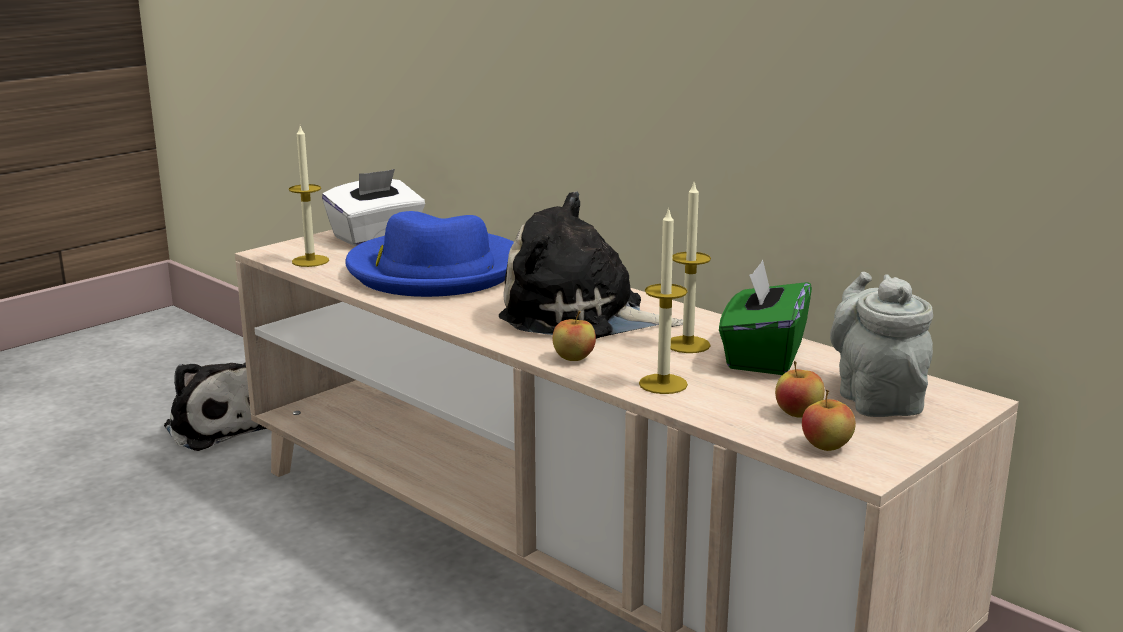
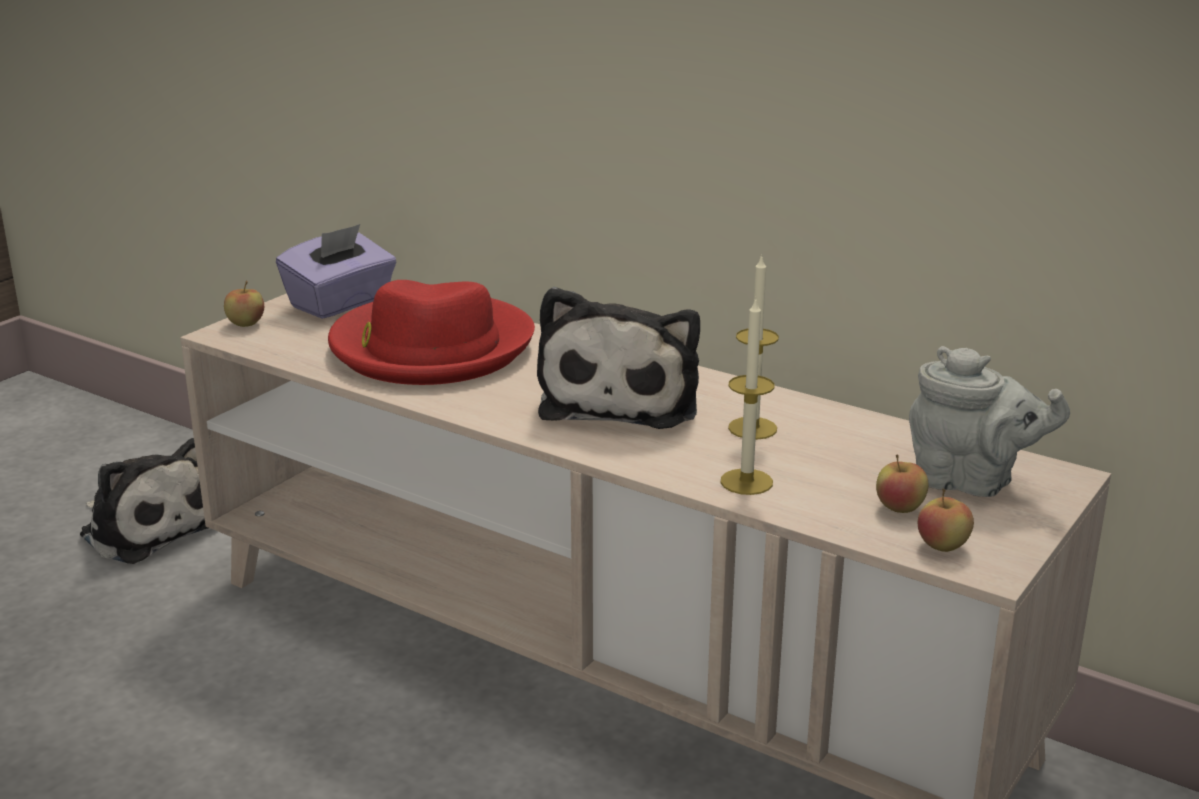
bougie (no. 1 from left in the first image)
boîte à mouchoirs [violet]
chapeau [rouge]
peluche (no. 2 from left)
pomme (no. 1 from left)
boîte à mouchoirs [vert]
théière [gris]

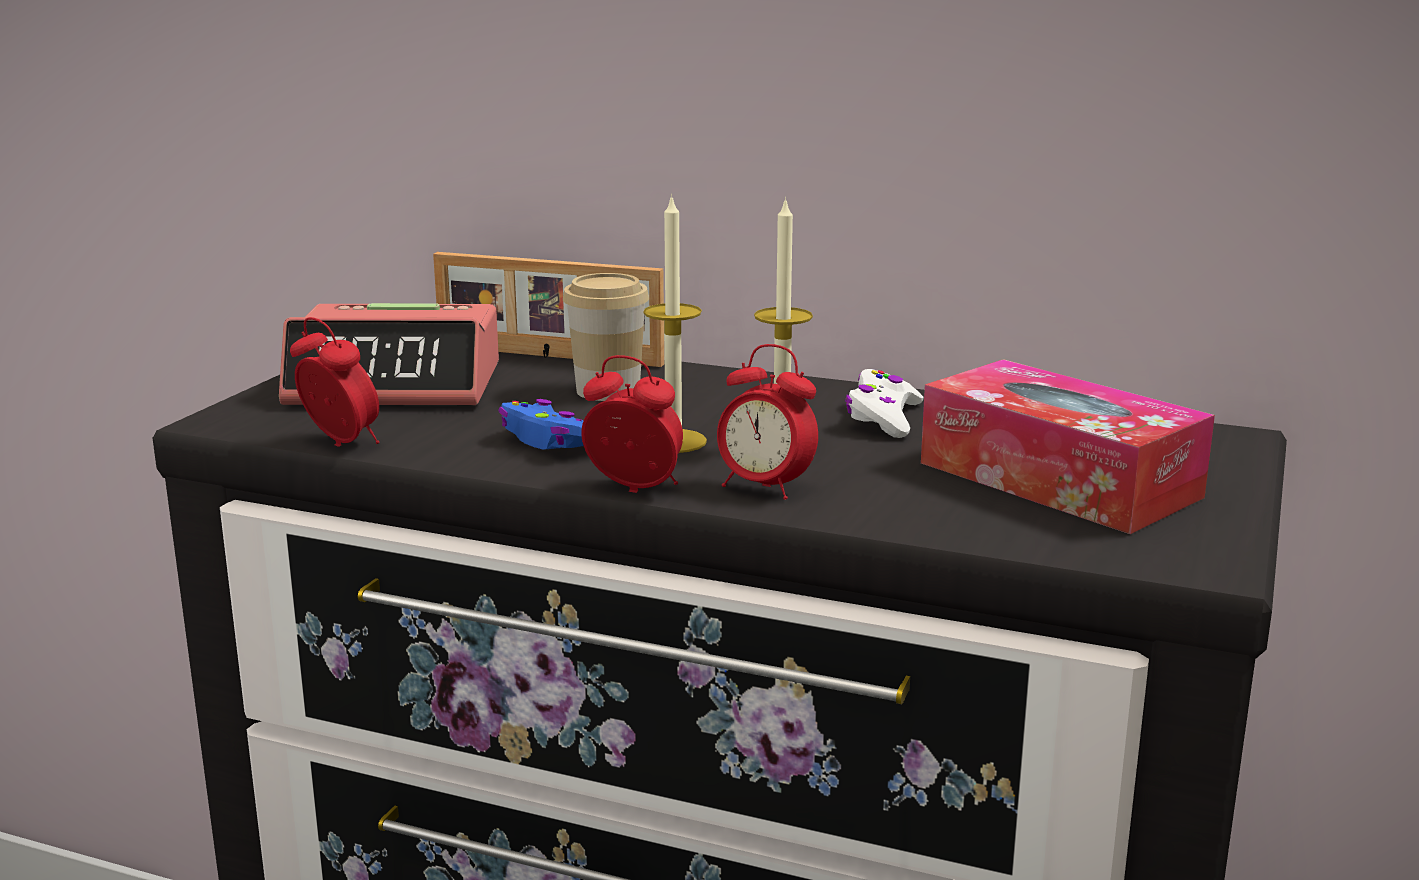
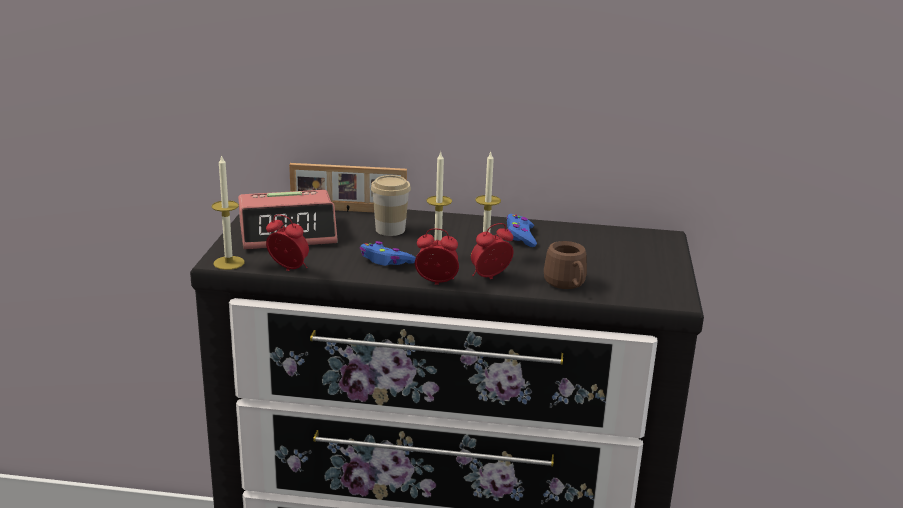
réveil (no. 4 from left)
manette [bleu] (no. 2 from left)
boîte à mouchoirs
bougie (no. 1 from left)
mug [marron]

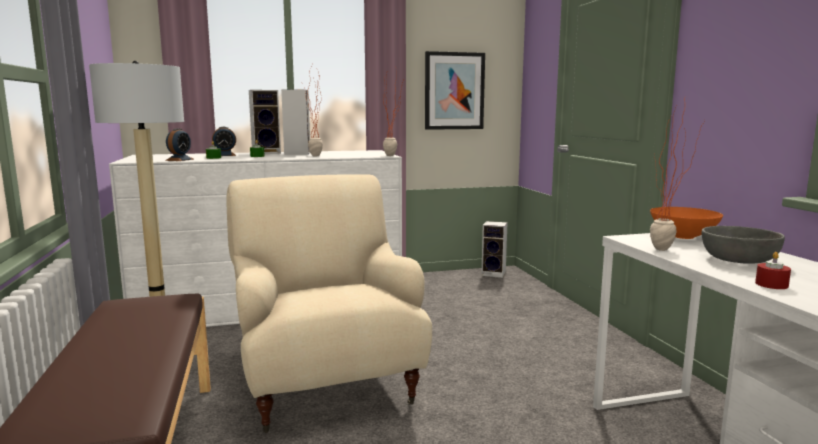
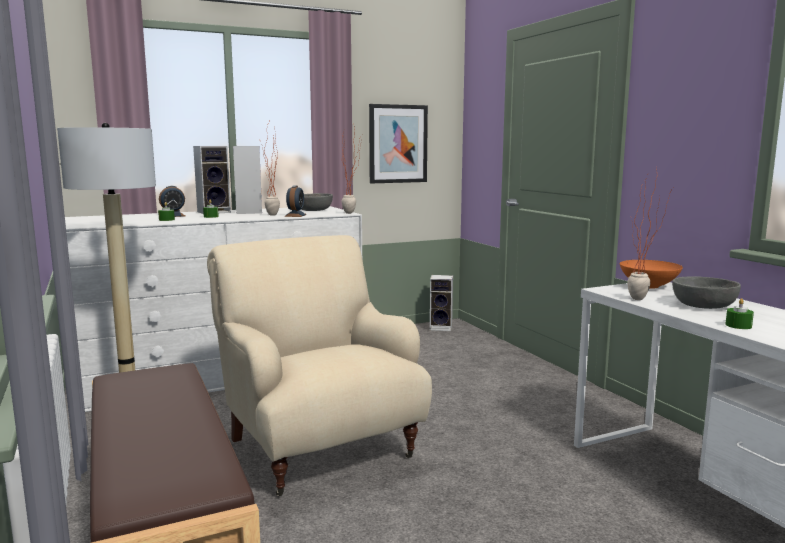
réveil (no. 2 from left)
bougie [vert] (no. 3 from left)
bol [gris] (no. 1 from left)

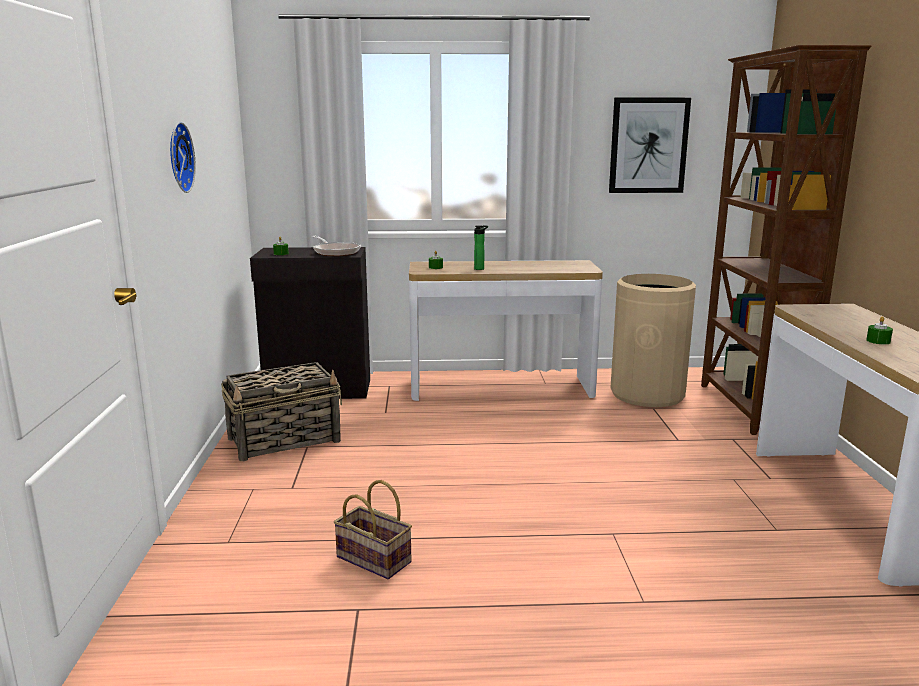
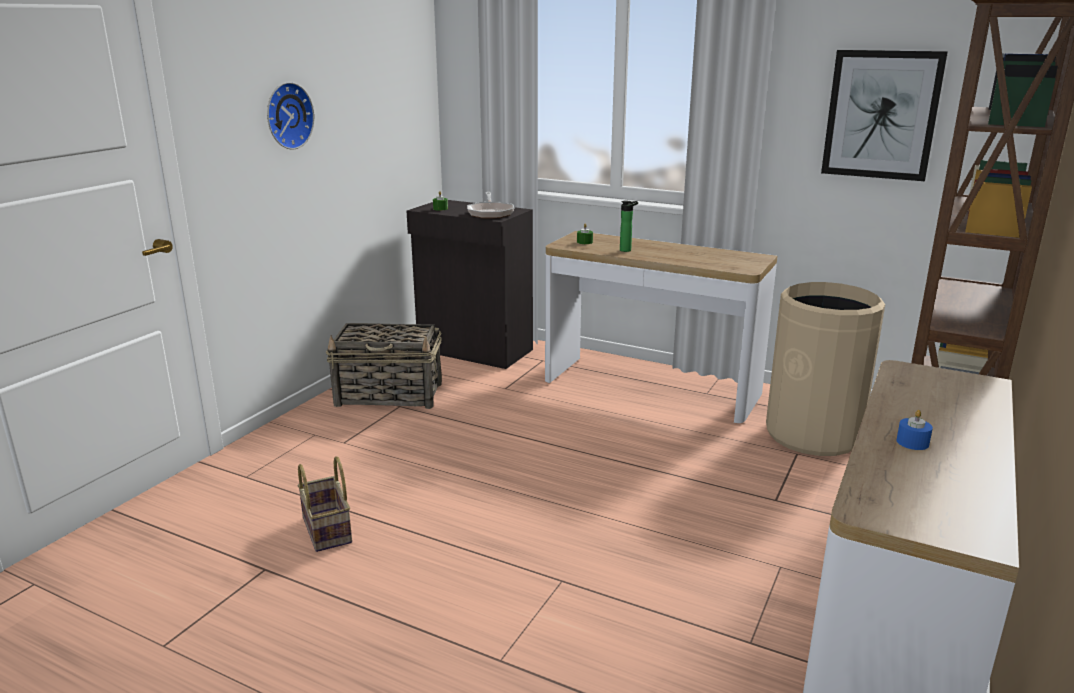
bougie [bleu]

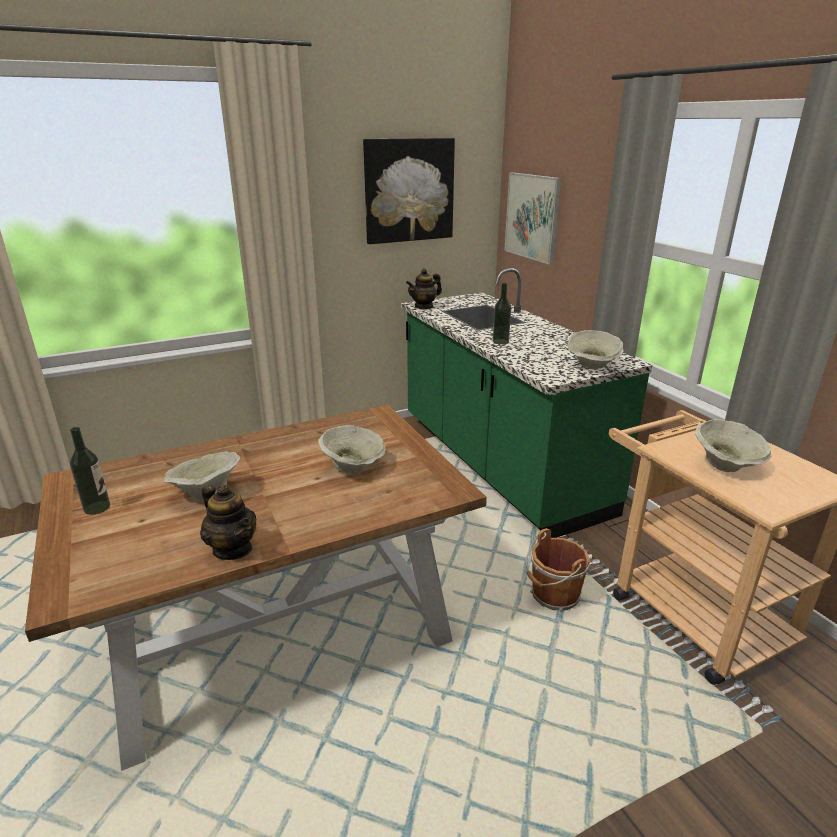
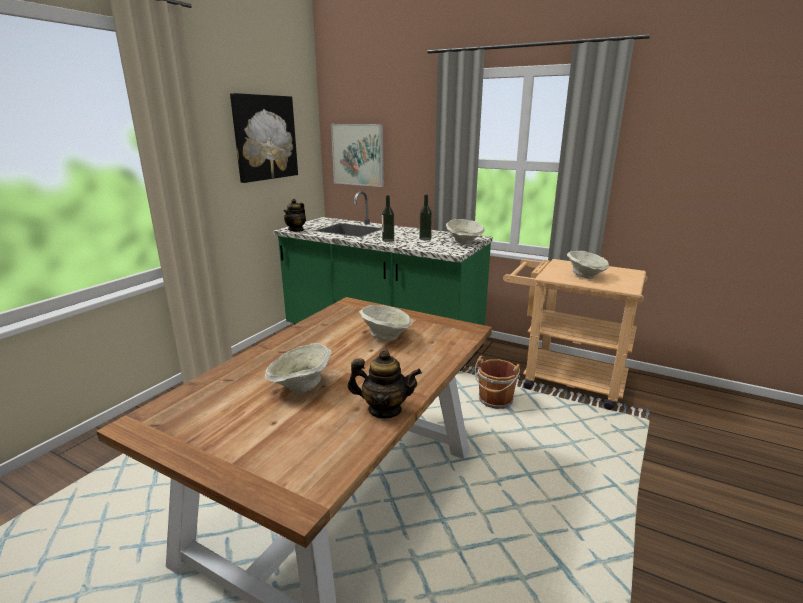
bouteille (no. 2 from left)

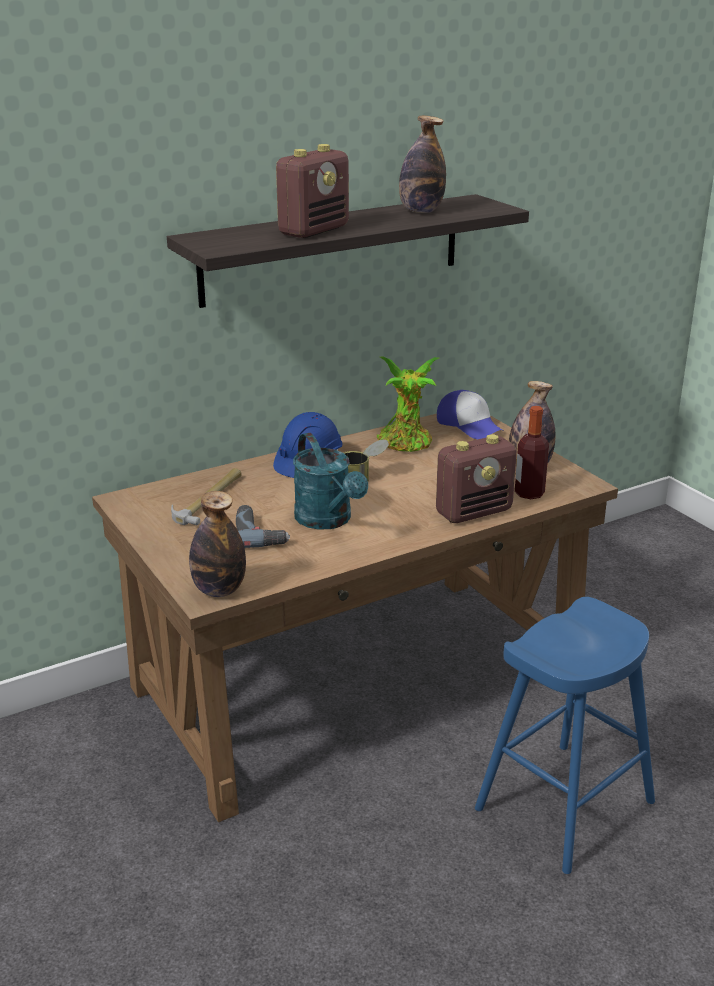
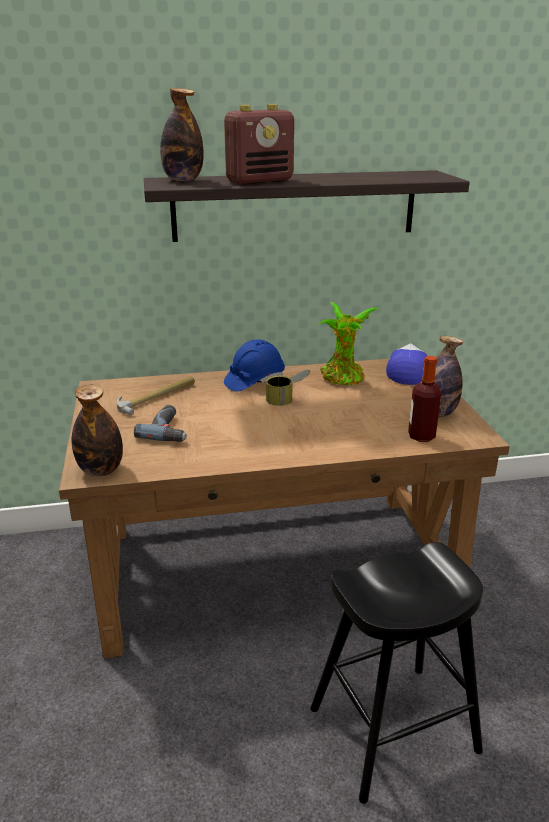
arrosoir [turquoise]
bouteille (no. 2 from left)
radio (no. 2 from left in the first image)
casquette
tabouret [noir]

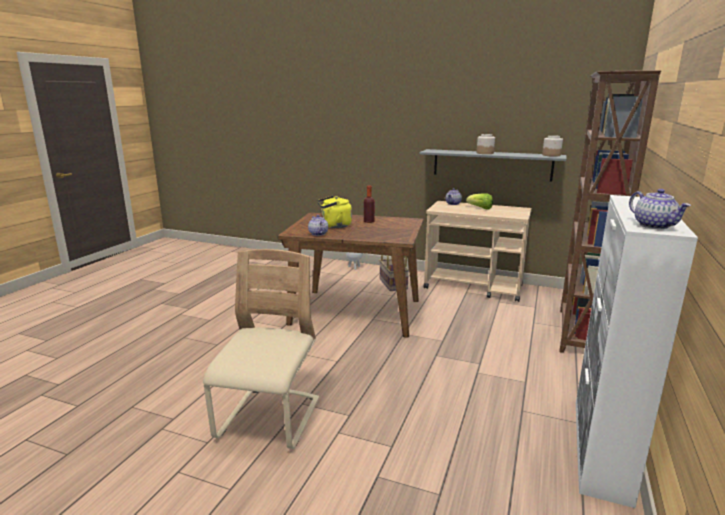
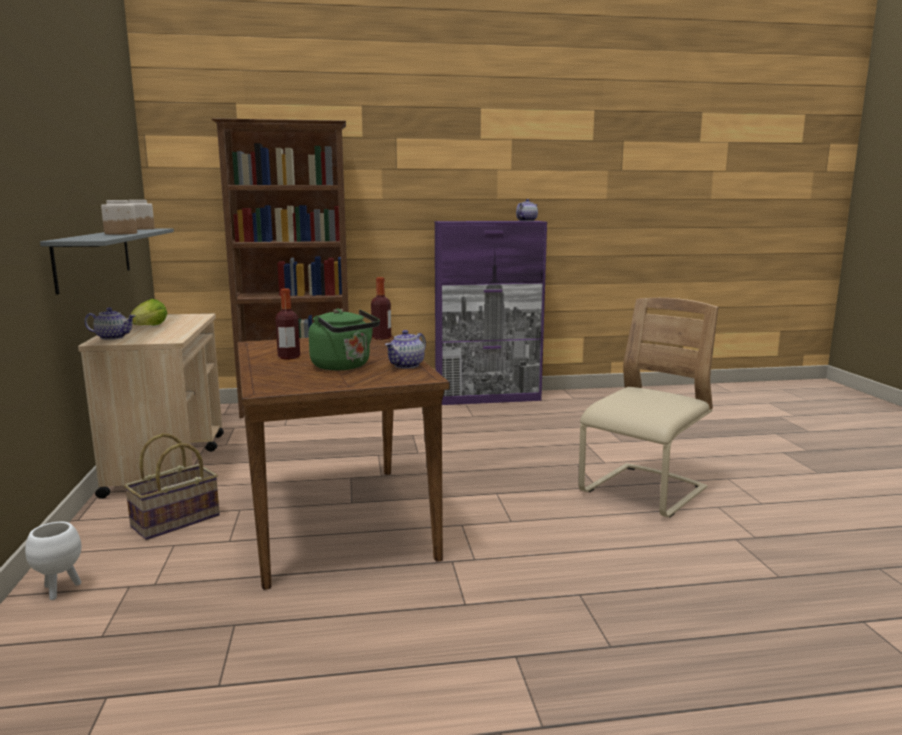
chaise [beige]
bouilloire [vert]
meuble de rangement [violet]
bouteille (no. 2 from left)

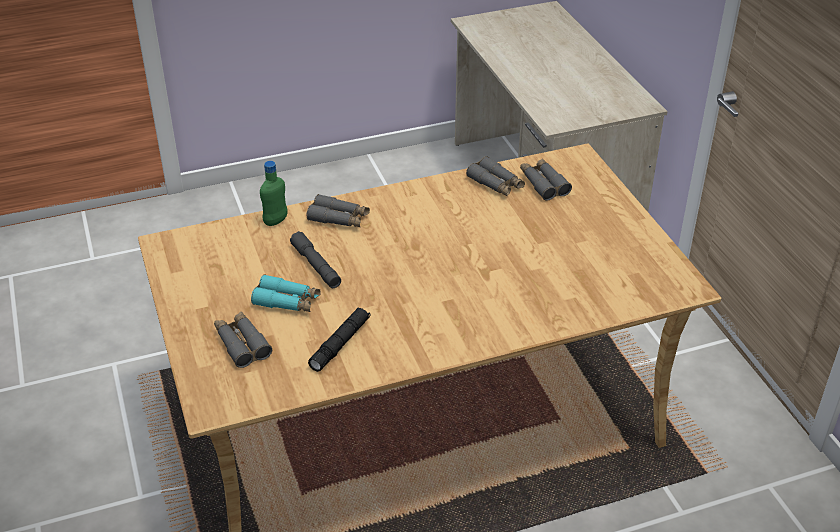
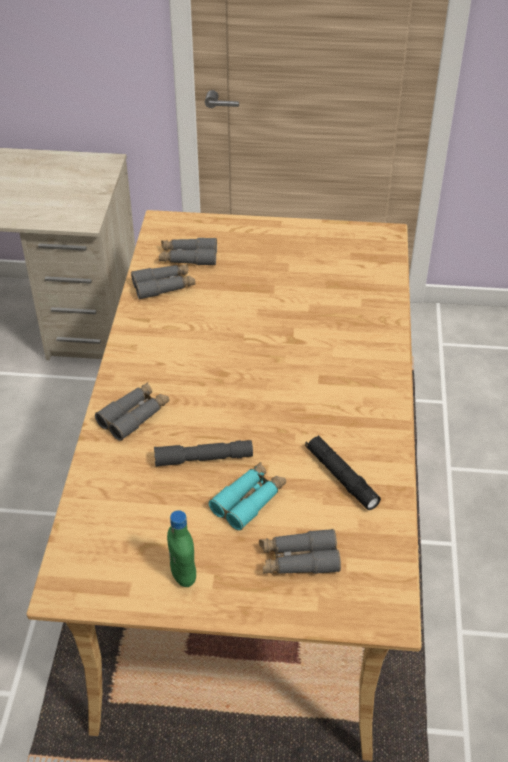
bouteille [vert]

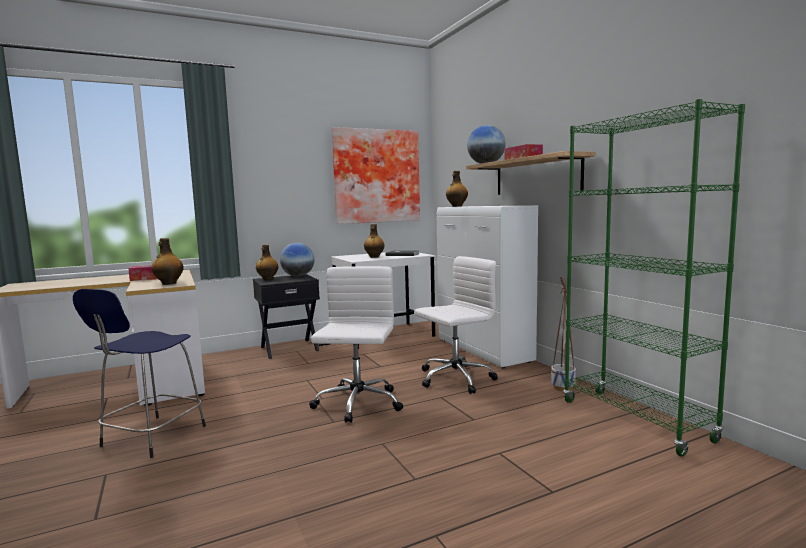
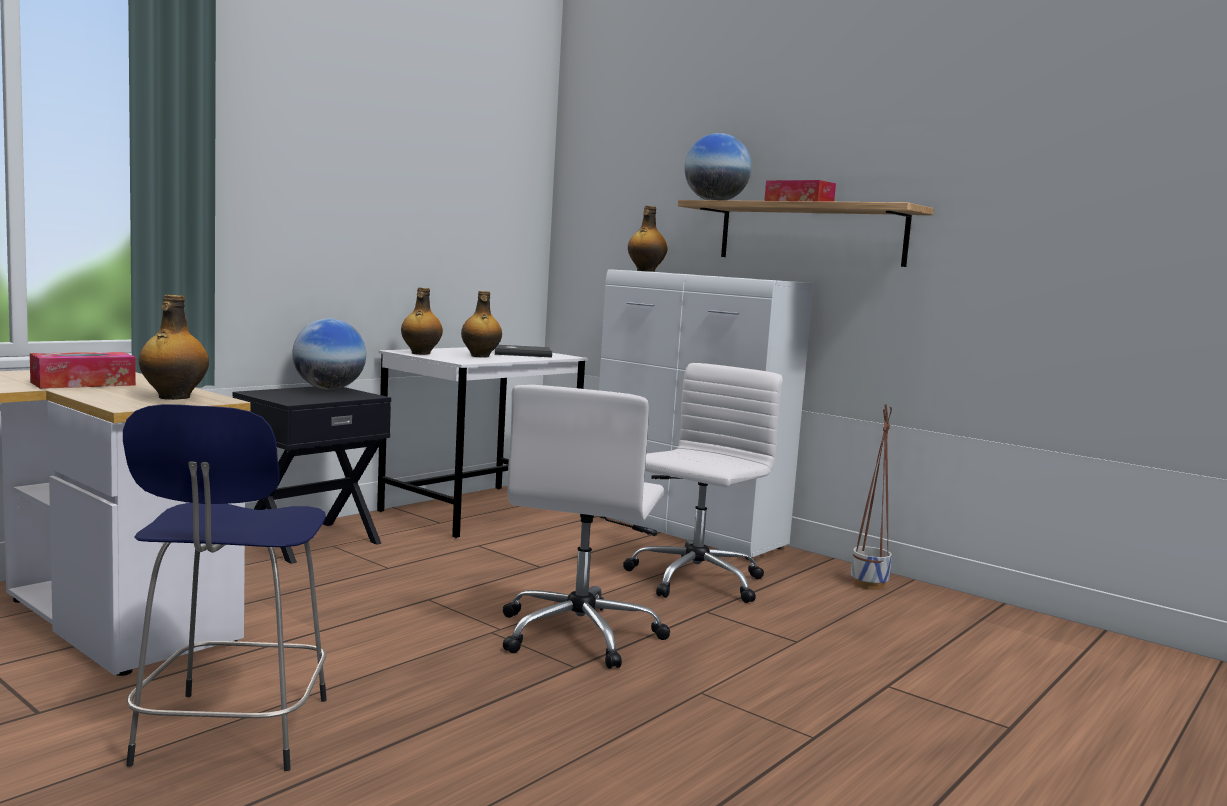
bouteille (no. 2 from left)
chaise de bureau [blanc] (no. 1 from left)
tableau
bibliothèque [vert]

